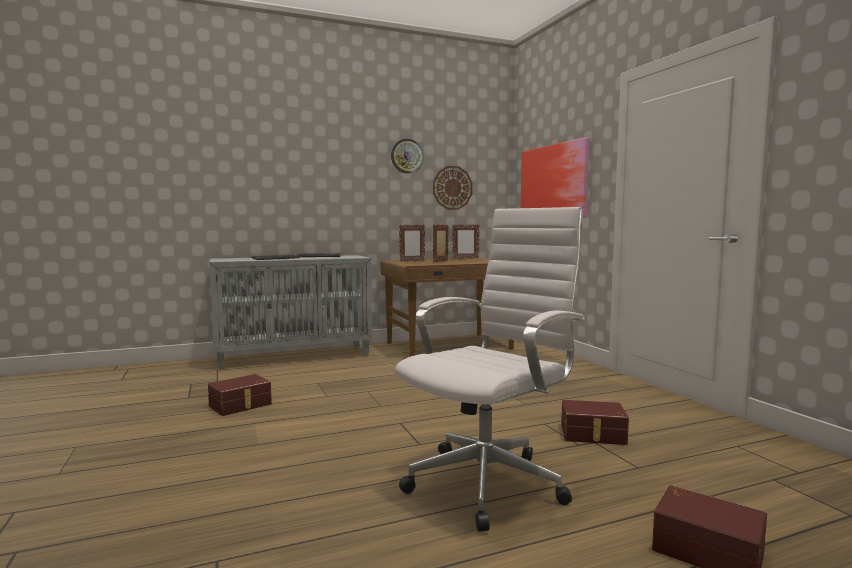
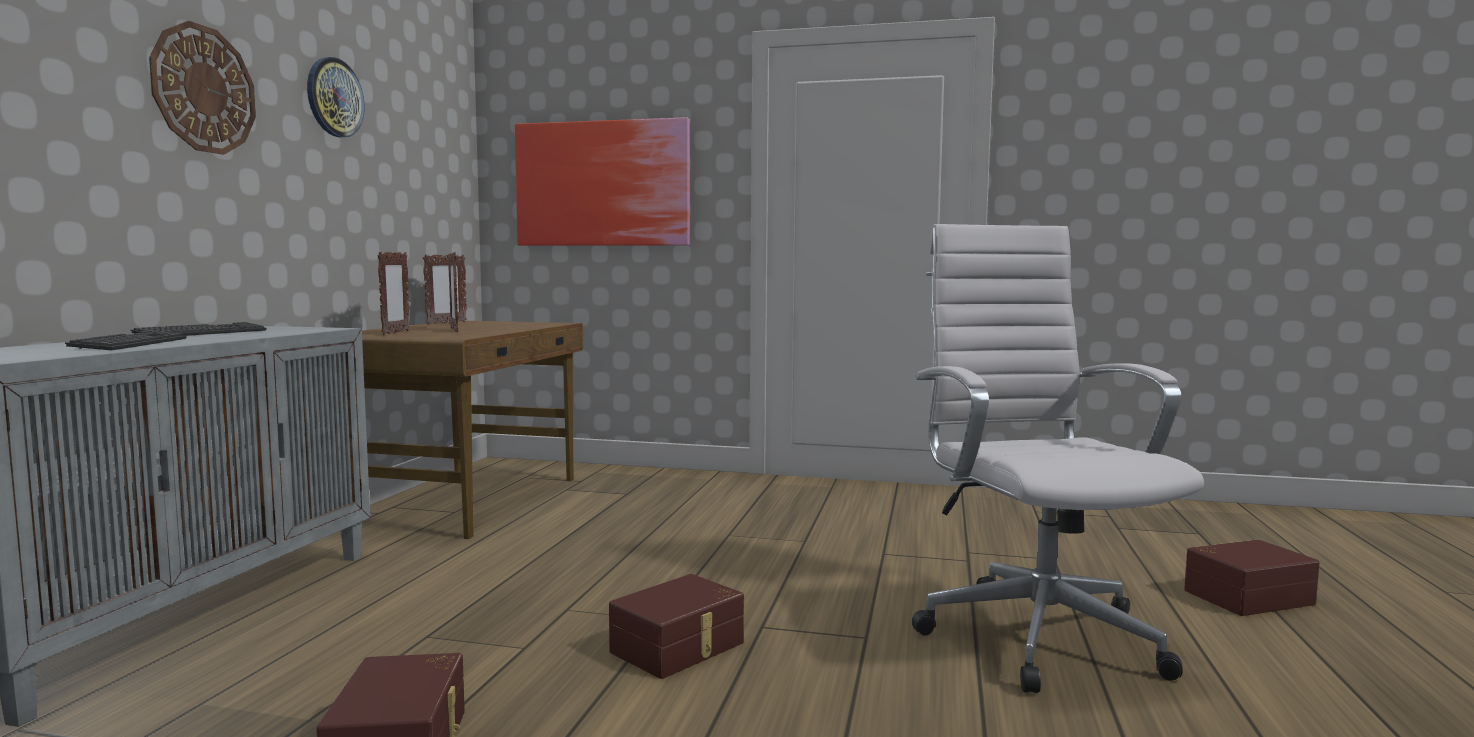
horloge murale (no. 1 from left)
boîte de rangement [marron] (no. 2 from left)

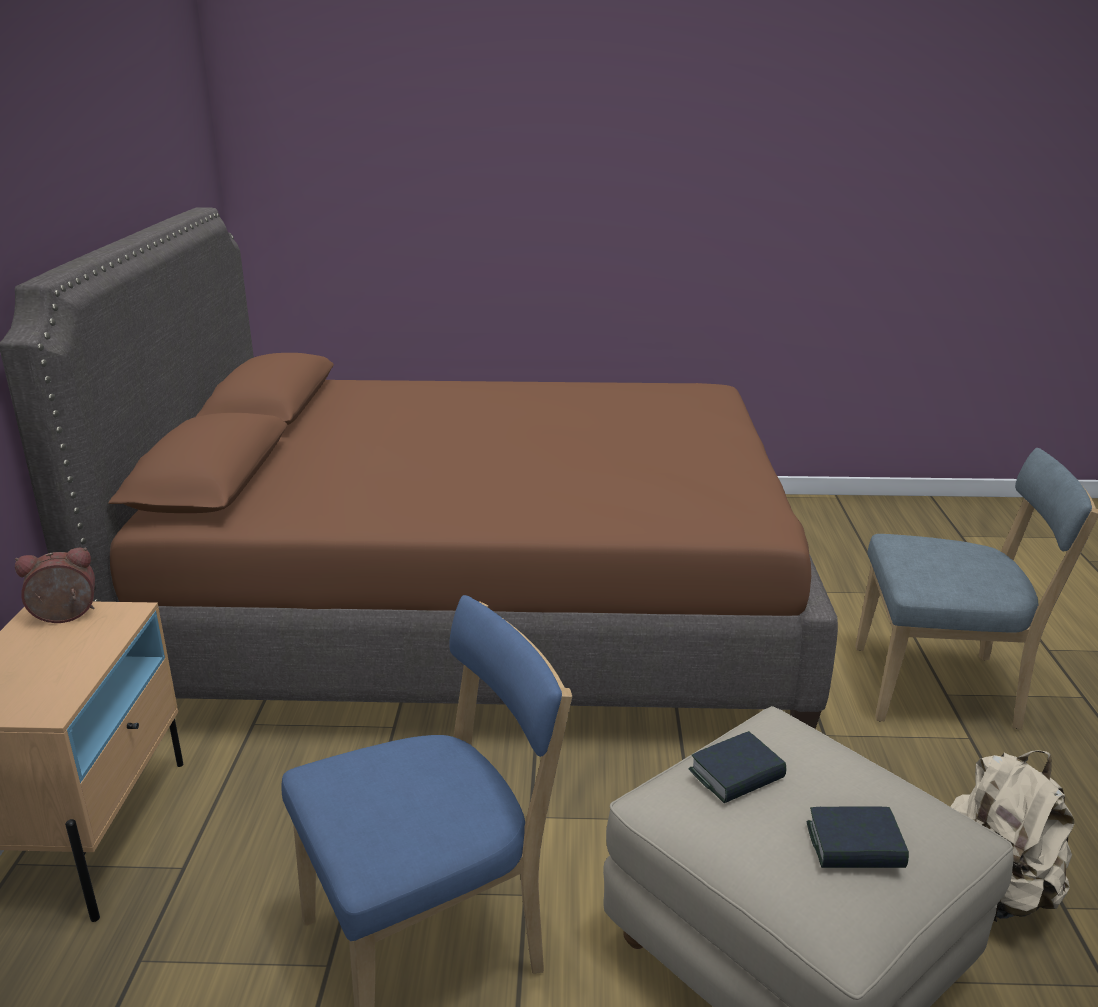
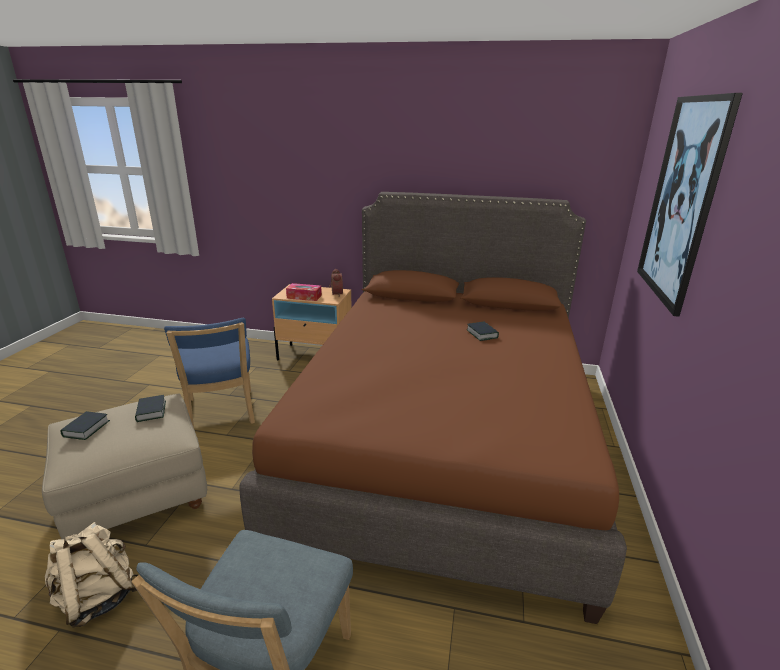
boîte à mouchoirs
livre (no. 3 from left)
tableau

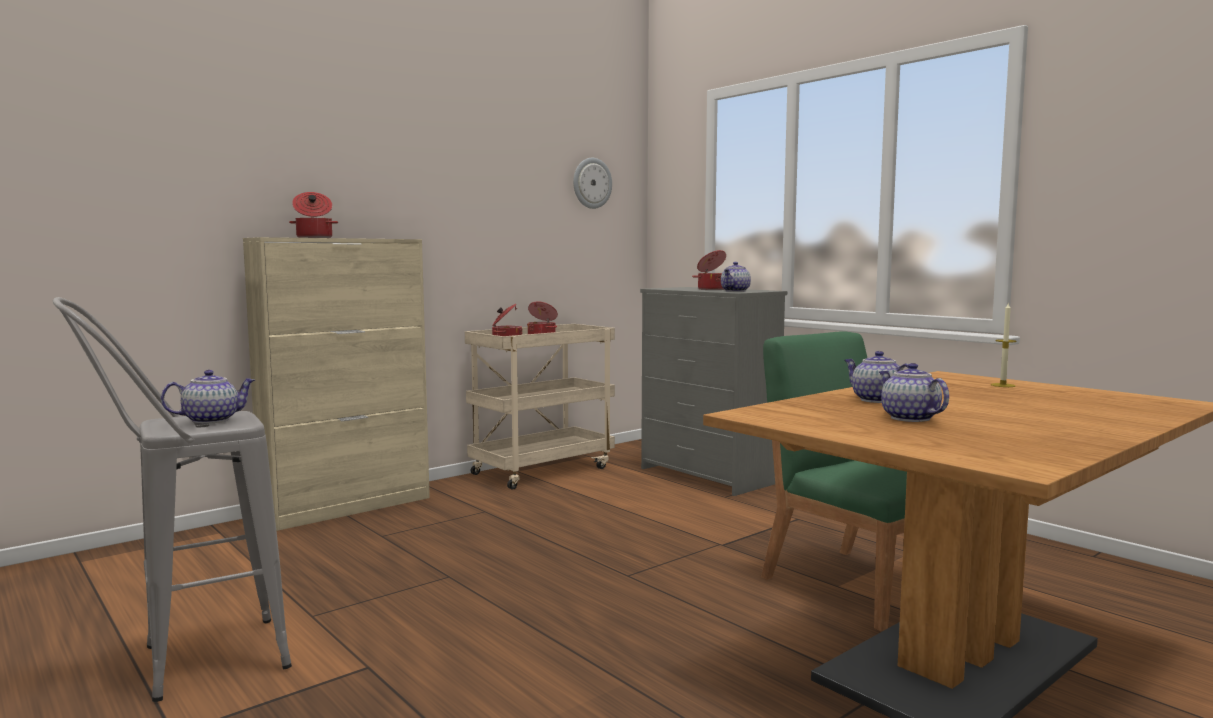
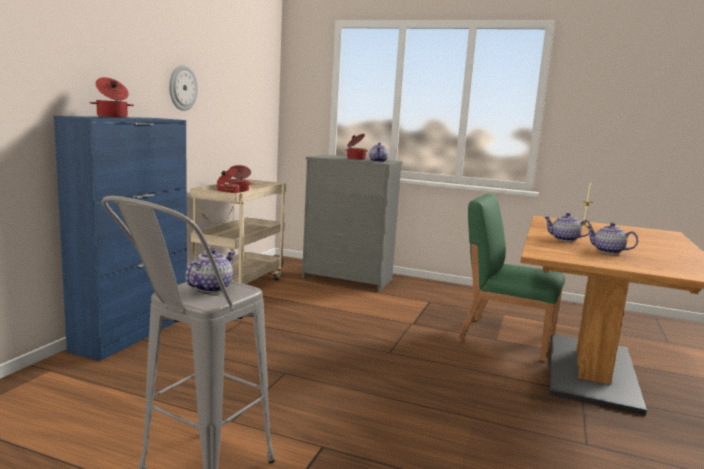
meuble de rangement [bleu]
horloge murale

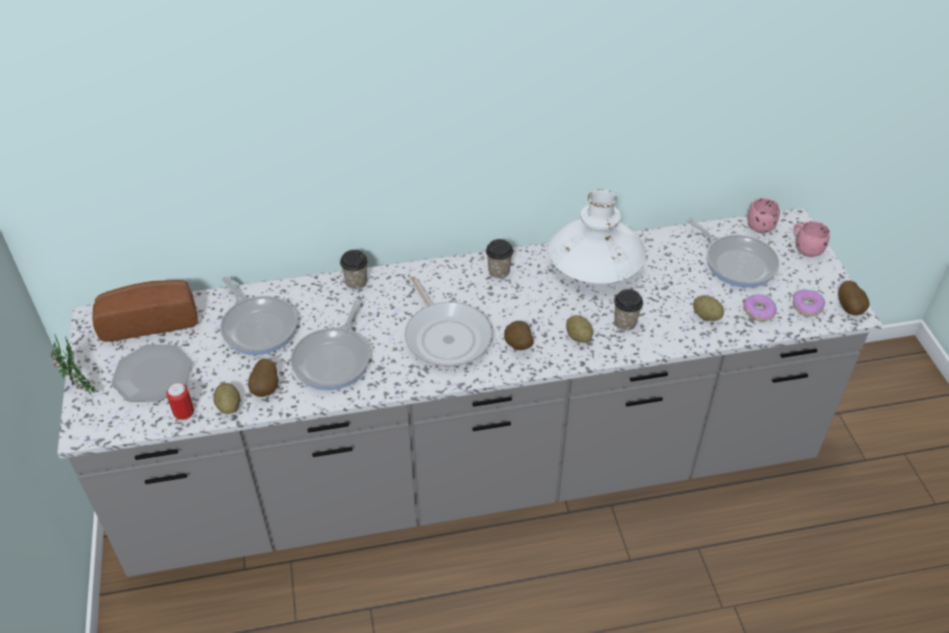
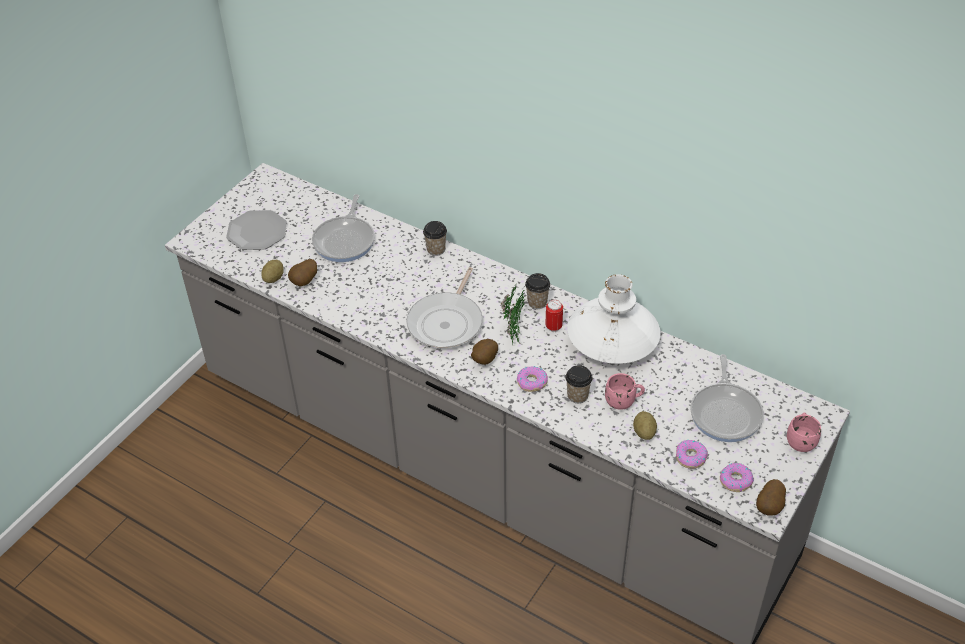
plante en pot
pain
boîte métallique
poêle (no. 2 from left in the first image)
beignet (no. 1 from left)
mug [rose] (no. 1 from left)

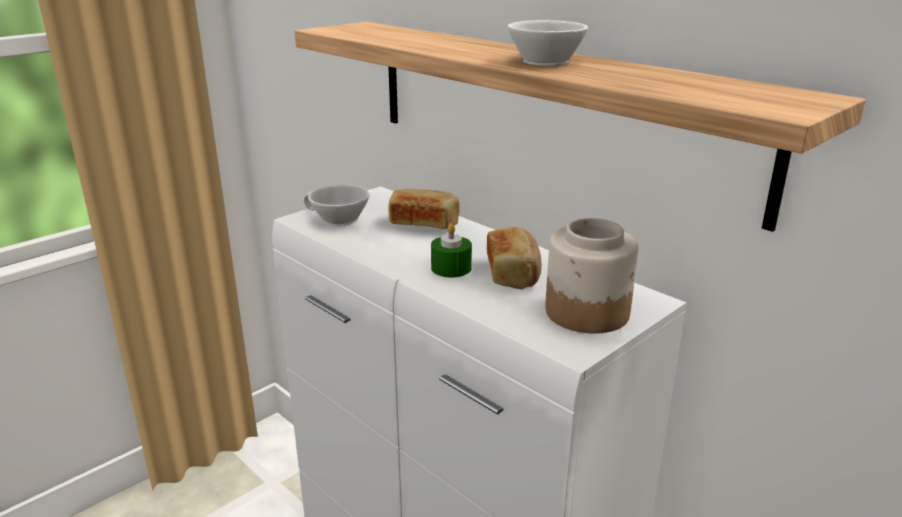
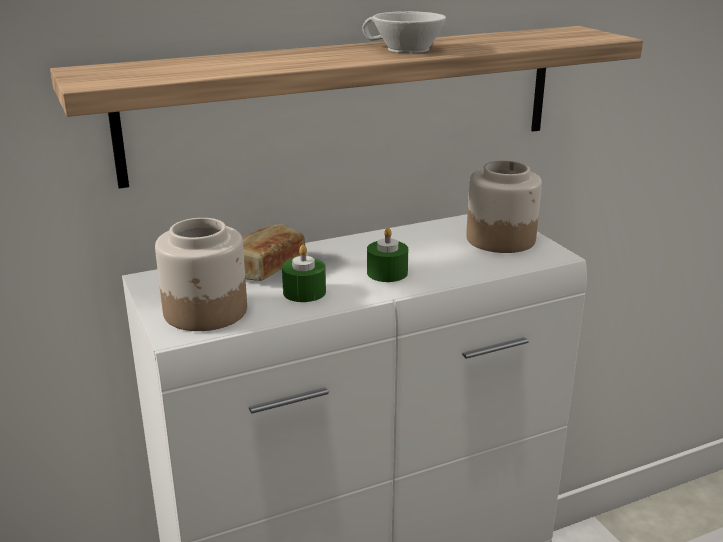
bocal (no. 1 from left)
pain (no. 2 from left in the first image)
bougie [vert] (no. 1 from left)

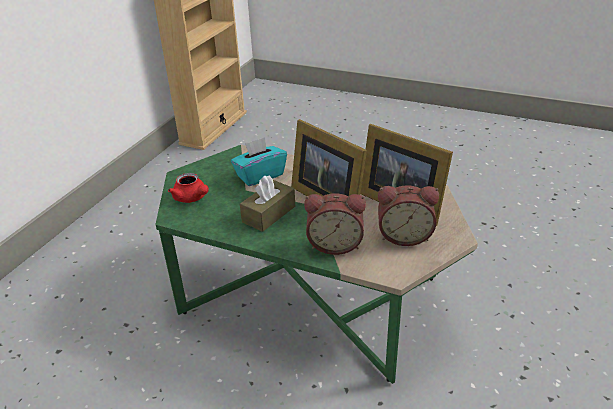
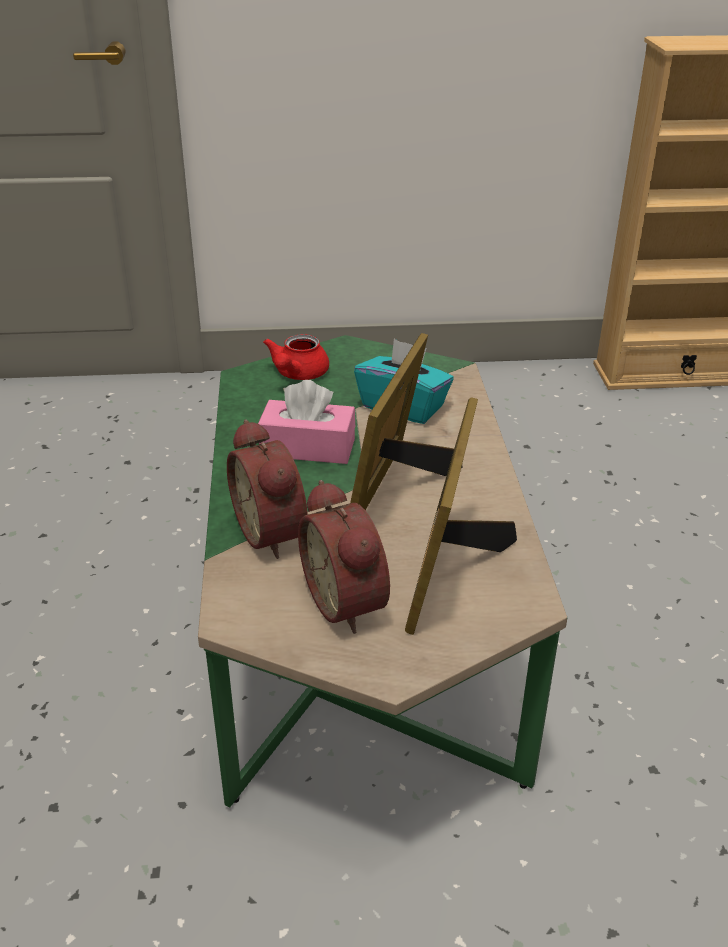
boîte à mouchoirs [rose]

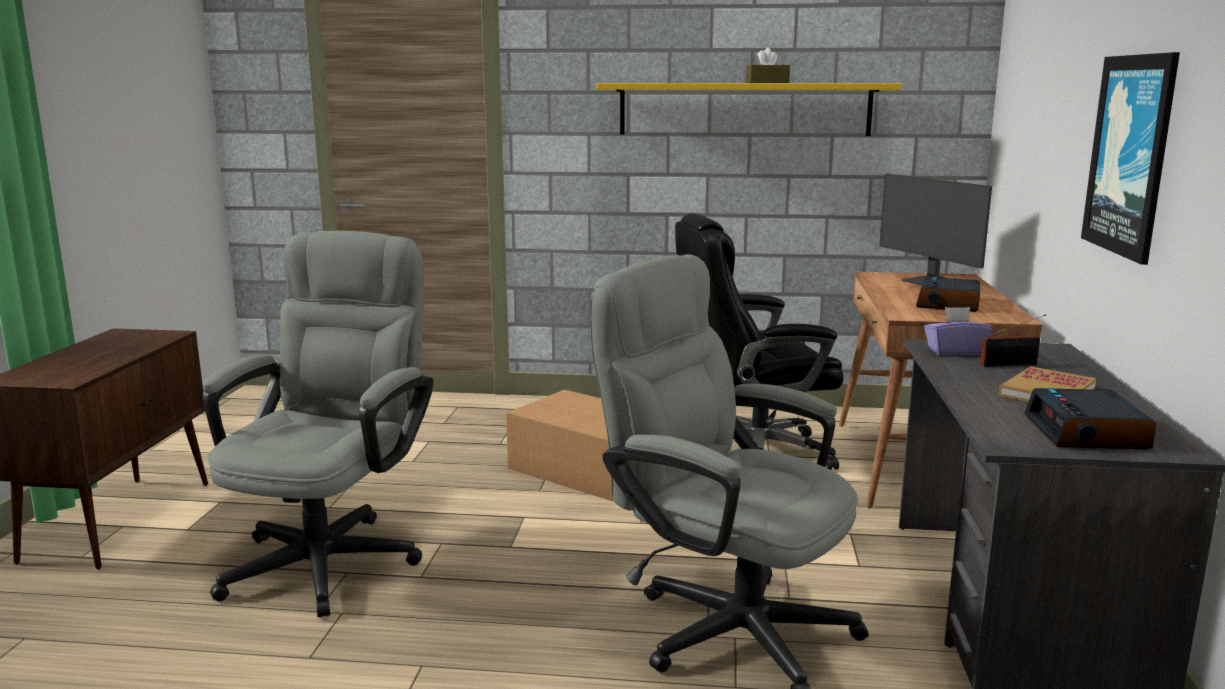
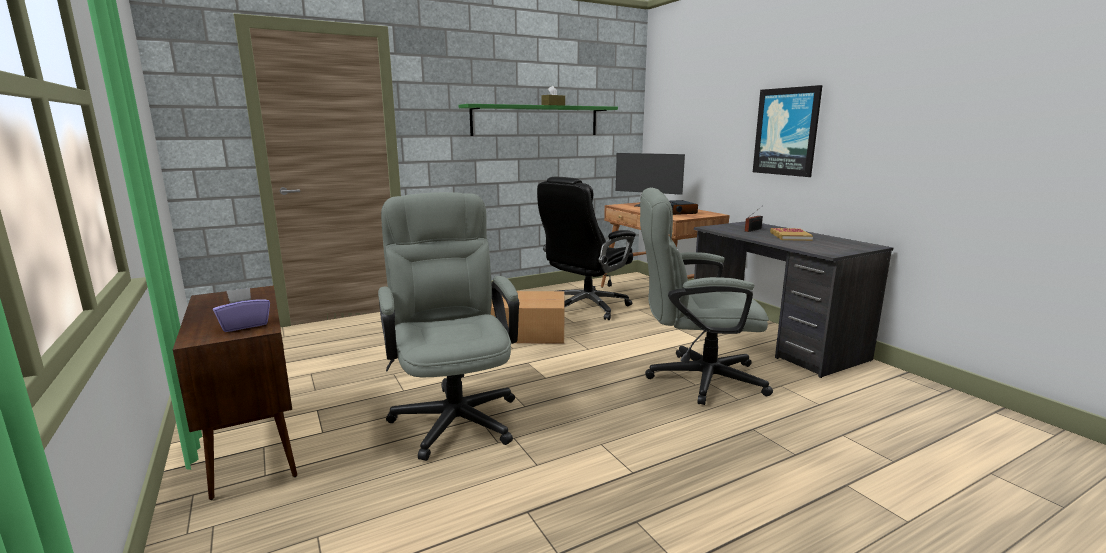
étagère [vert]
boîte à mouchoirs [violet]
réveil (no. 2 from left in the first image)

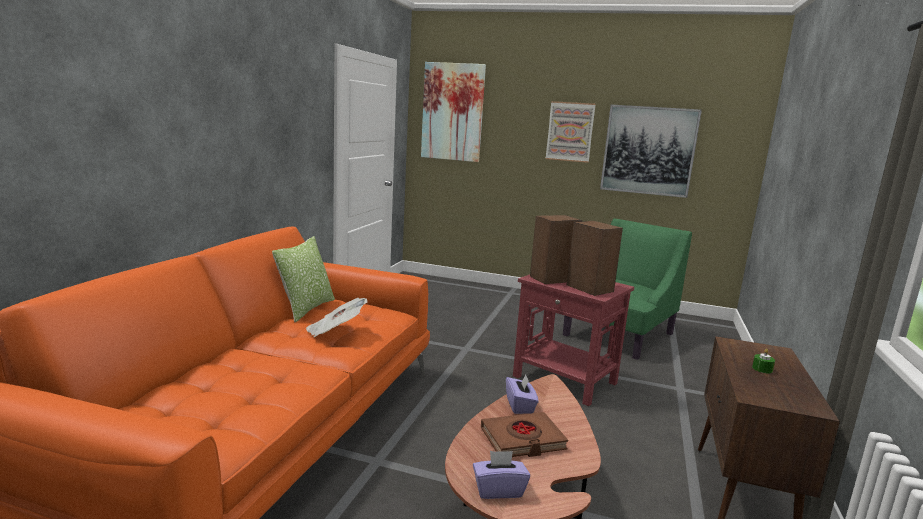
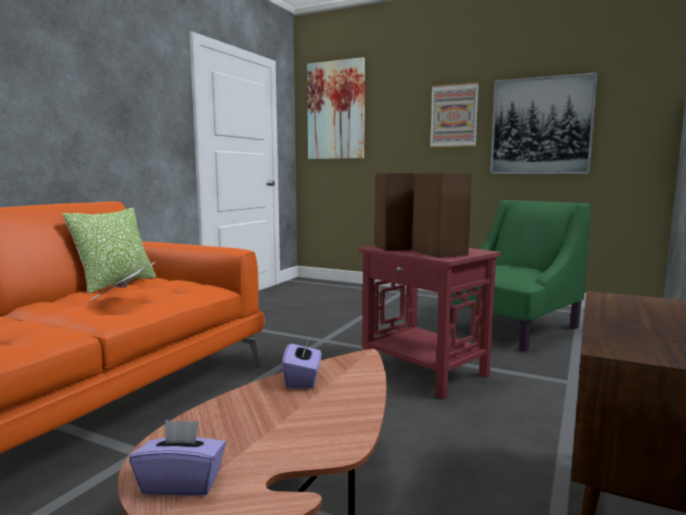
livre [marron]
bougie [vert]

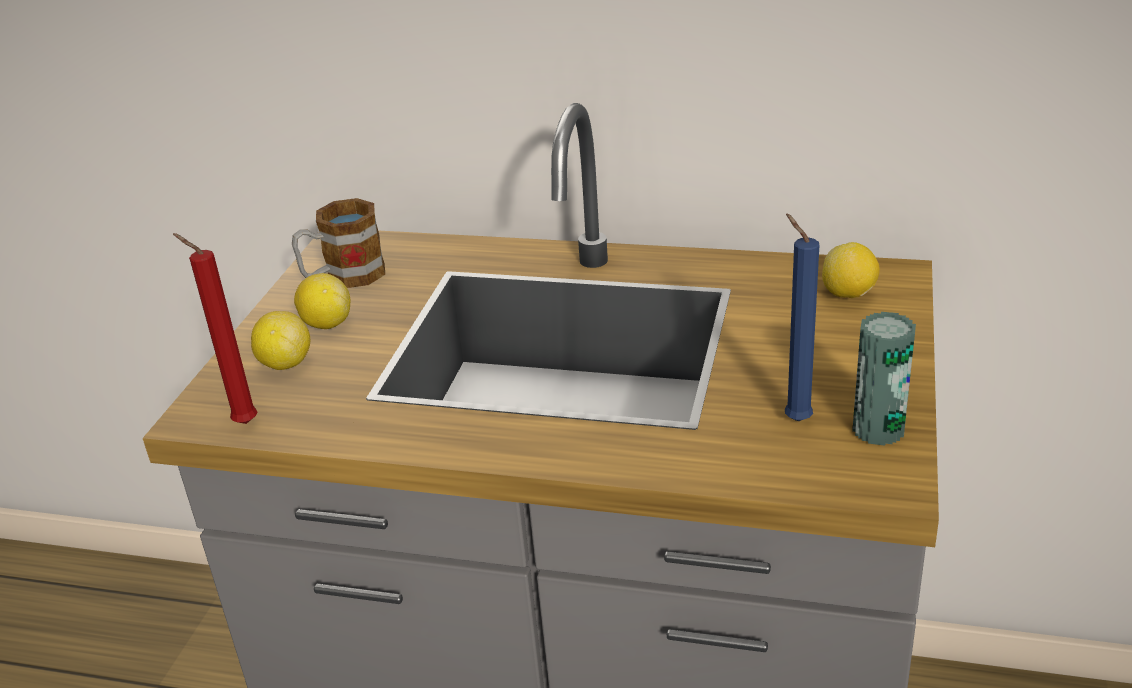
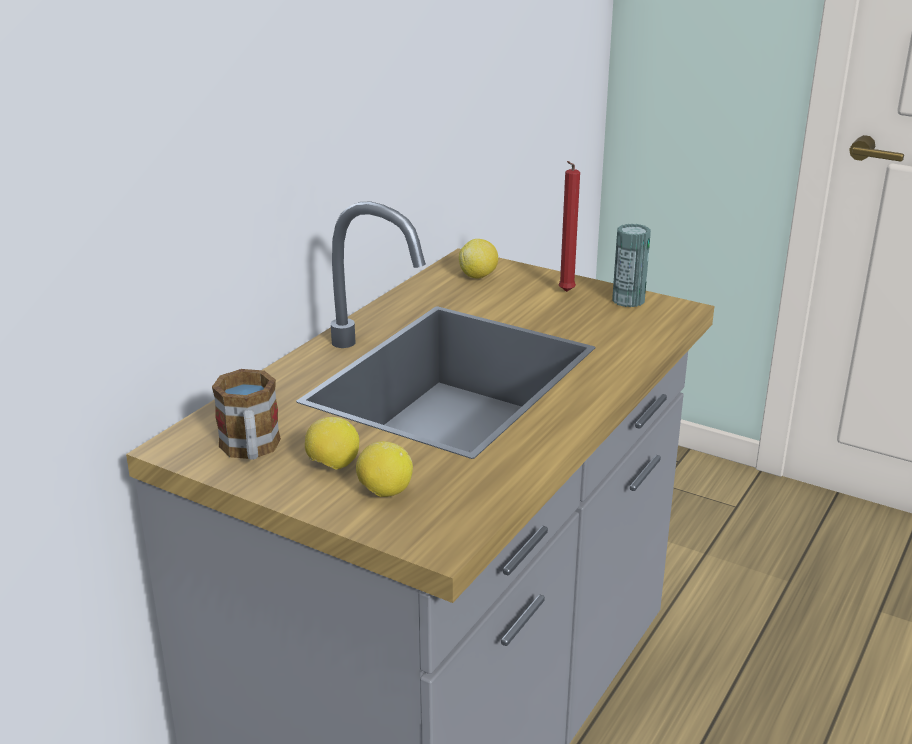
bougie [rouge]
bougie [bleu]

